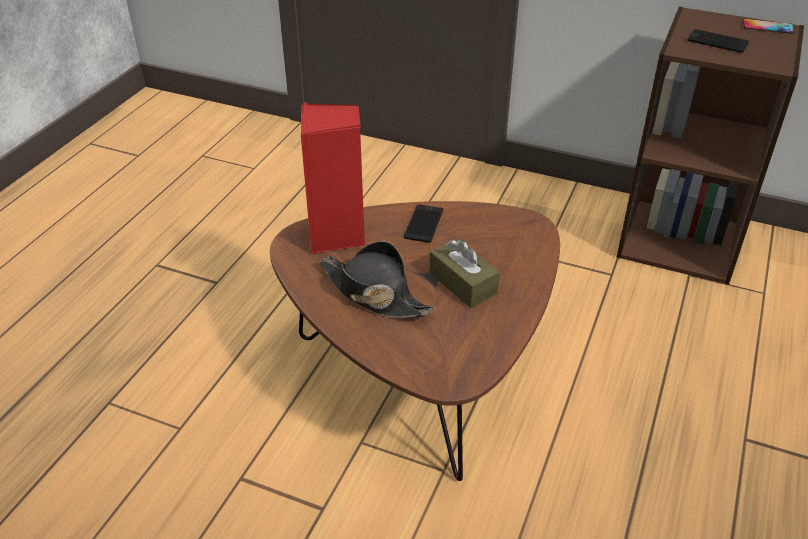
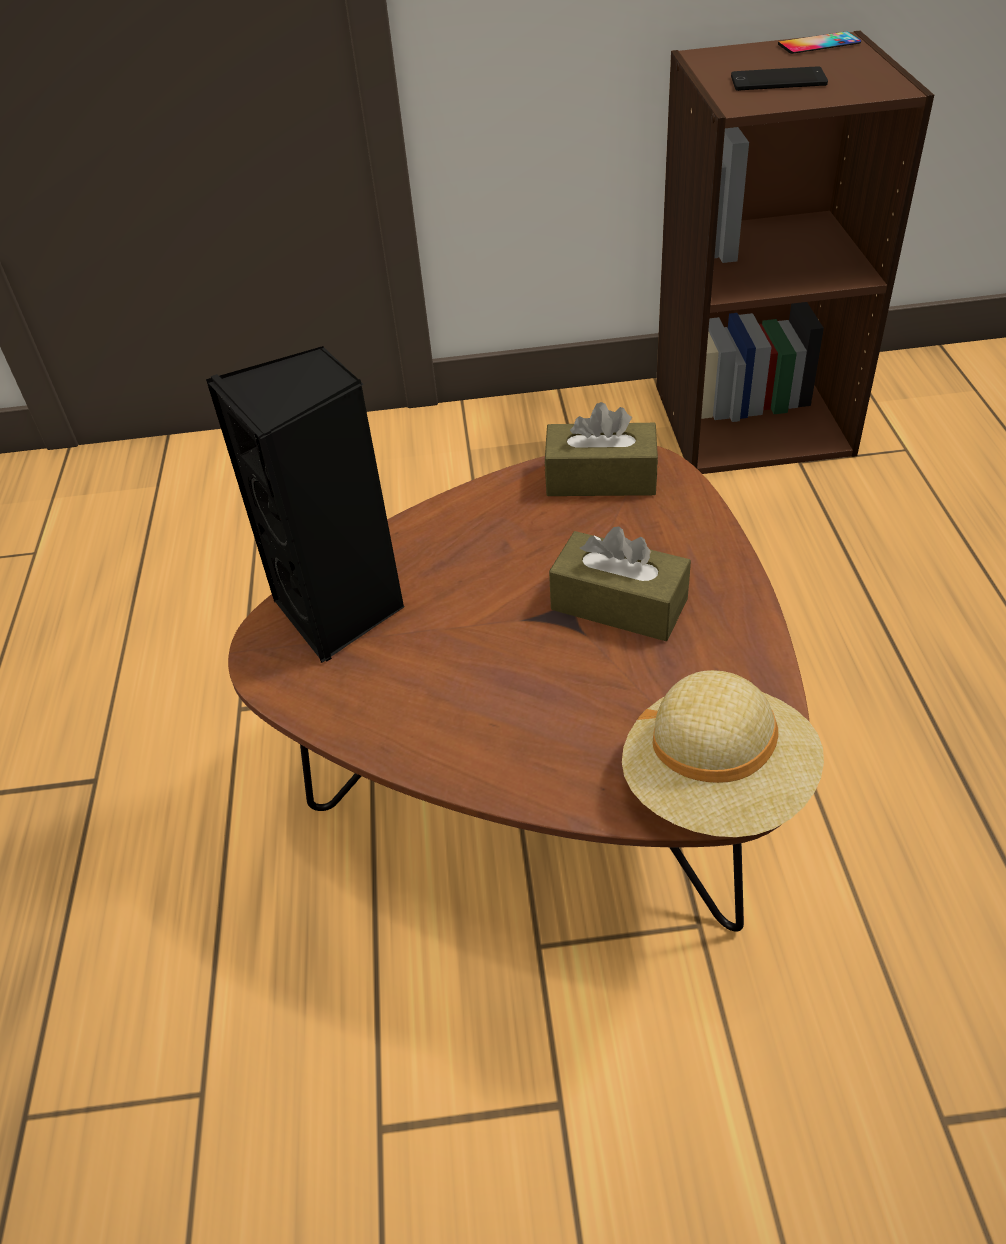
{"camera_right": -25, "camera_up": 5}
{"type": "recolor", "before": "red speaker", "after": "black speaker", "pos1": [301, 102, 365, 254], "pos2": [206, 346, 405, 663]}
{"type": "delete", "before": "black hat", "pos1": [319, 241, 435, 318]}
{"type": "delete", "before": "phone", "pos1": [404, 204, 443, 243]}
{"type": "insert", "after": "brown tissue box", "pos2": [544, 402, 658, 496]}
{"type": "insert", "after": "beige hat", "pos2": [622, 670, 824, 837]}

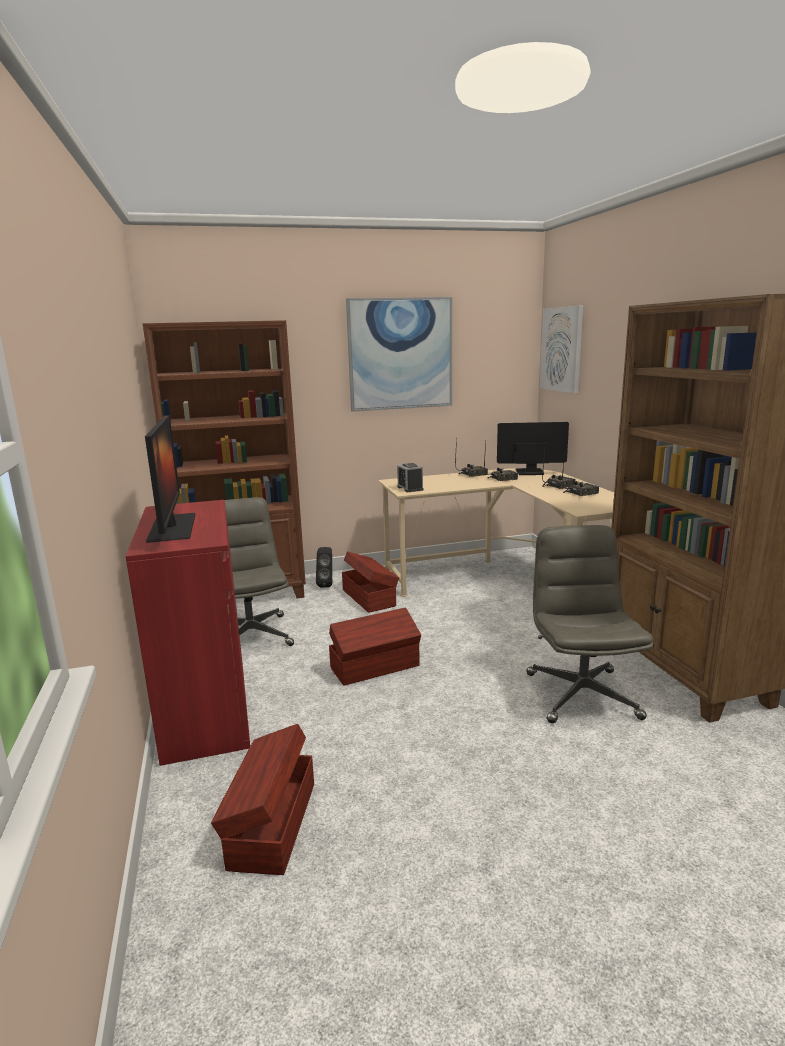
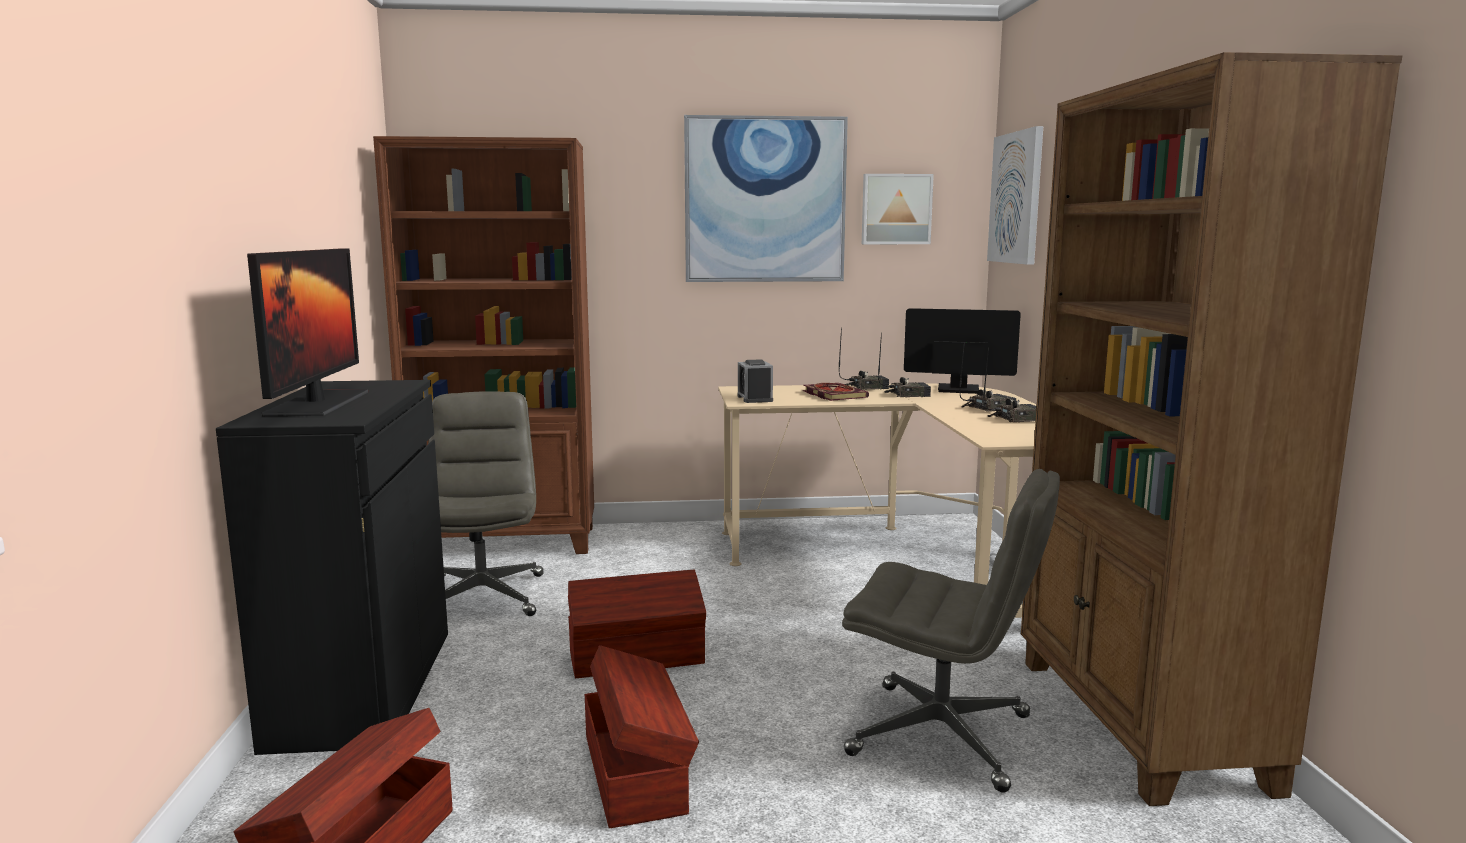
{"camera_right": 10, "camera_up": -5}
{"type": "recolor", "before": "red cabinet", "after": "black cabinet", "pos1": [126, 500, 250, 766], "pos2": [216, 380, 448, 755]}
{"type": "delete", "before": "black speaker", "pos1": [316, 547, 332, 588]}
{"type": "move", "before": "brown storage box", "pos1": [342, 551, 399, 613], "pos2": [584, 645, 699, 828]}
{"type": "rotate", "before": "grey office chair", "pos1": [527, 525, 654, 723], "pos2": [842, 469, 1060, 793], "turn": 105}
{"type": "insert", "after": "book", "pos2": [803, 383, 869, 401]}
{"type": "insert", "after": "picture", "pos2": [862, 174, 934, 244]}

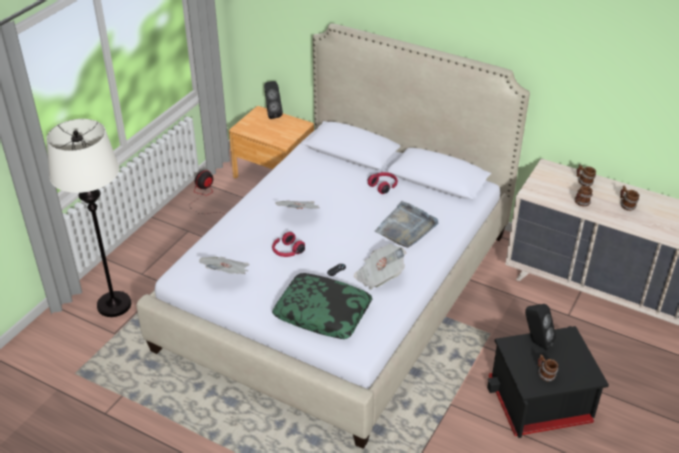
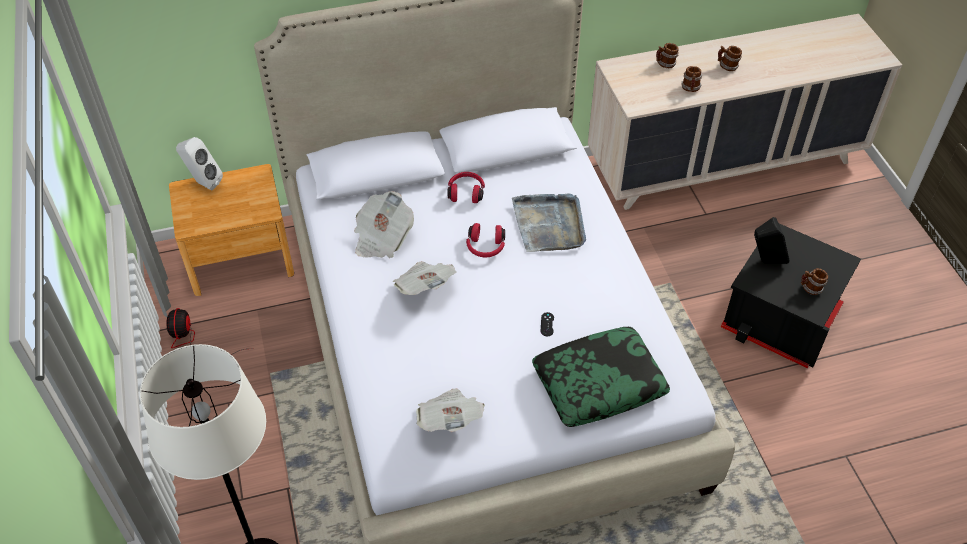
{"camera_right": -45, "camera_up": 10}
{"type": "recolor", "before": "black speaker", "after": "white speaker", "pos1": [264, 81, 283, 119], "pos2": [176, 137, 223, 191]}
{"type": "move", "before": "red headphones", "pos1": [272, 232, 305, 257], "pos2": [466, 223, 505, 257]}
{"type": "move", "before": "newspaper", "pos1": [354, 244, 406, 290], "pos2": [354, 191, 414, 258]}

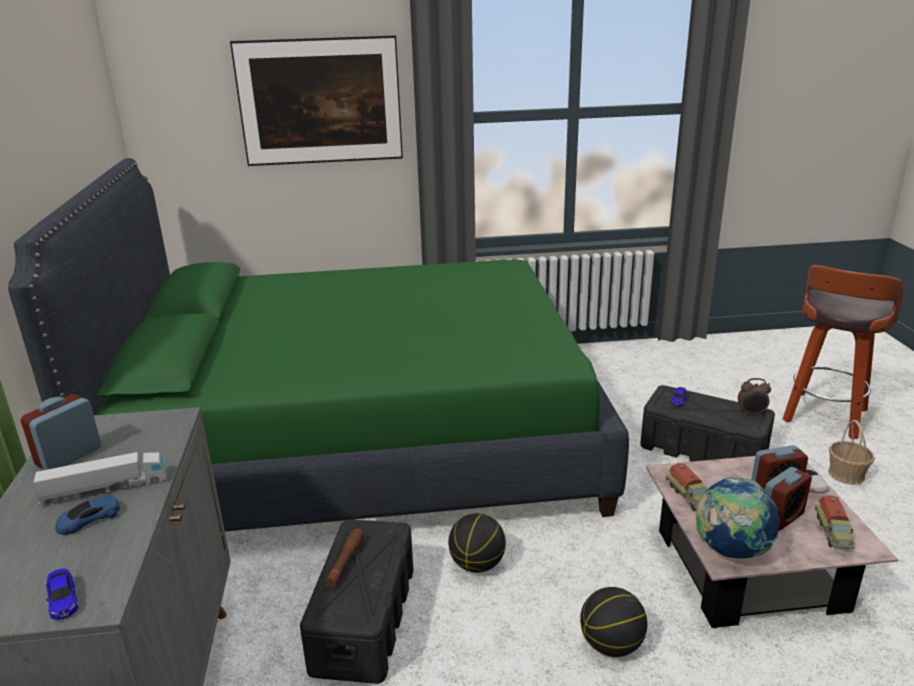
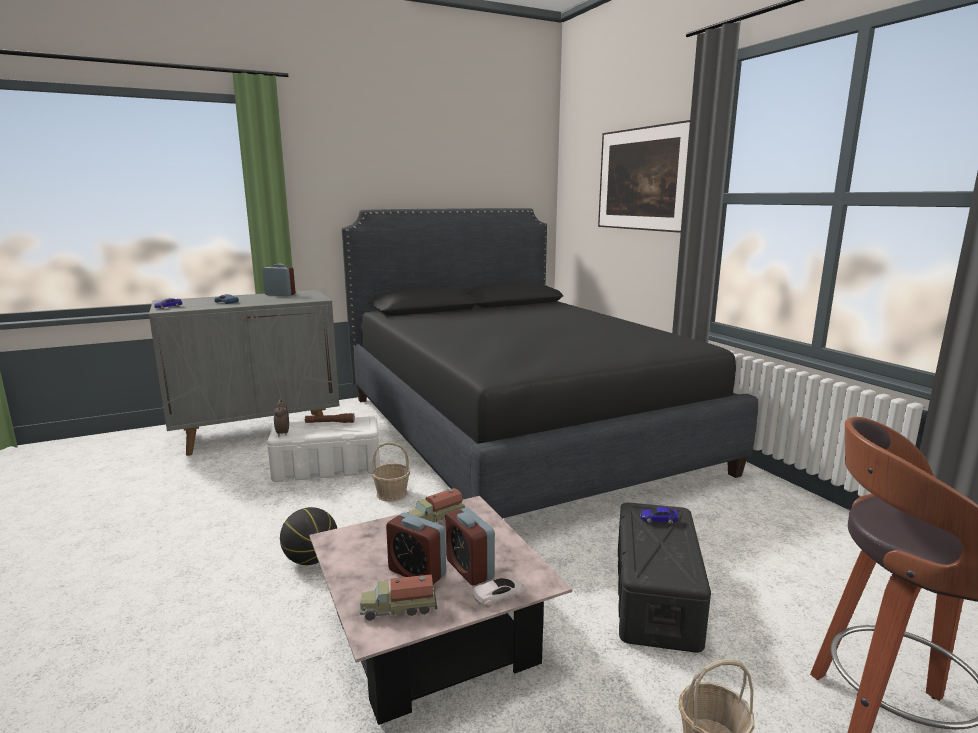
{"camera_right": 70, "camera_up": -10}
{"type": "recolor", "before": "green bed", "after": "black bed", "pos1": [8, 158, 629, 532], "pos2": [342, 208, 758, 519]}
{"type": "delete", "before": "toy truck", "pos1": [33, 452, 166, 504]}
{"type": "recolor", "before": "black storage box", "after": "white storage box", "pos1": [300, 519, 414, 684], "pos2": [267, 416, 380, 482]}
{"type": "replace", "before": "basketball", "after": "basket", "pos1": [448, 513, 506, 573], "pos2": [372, 442, 410, 502]}
{"type": "delete", "before": "globe", "pos1": [696, 477, 780, 558]}
{"type": "move", "before": "alarm clock", "pos1": [738, 378, 771, 416], "pos2": [274, 399, 289, 437]}

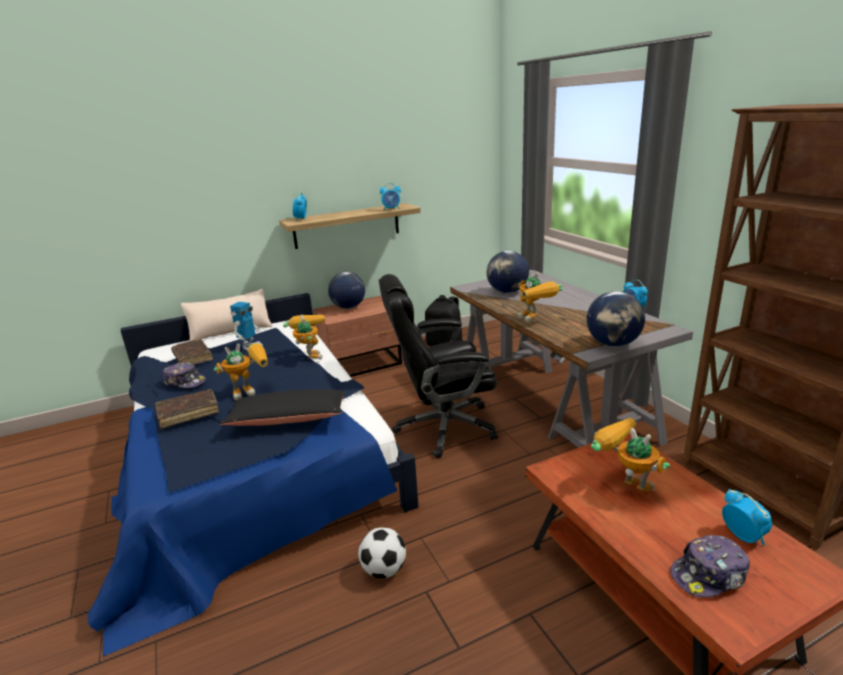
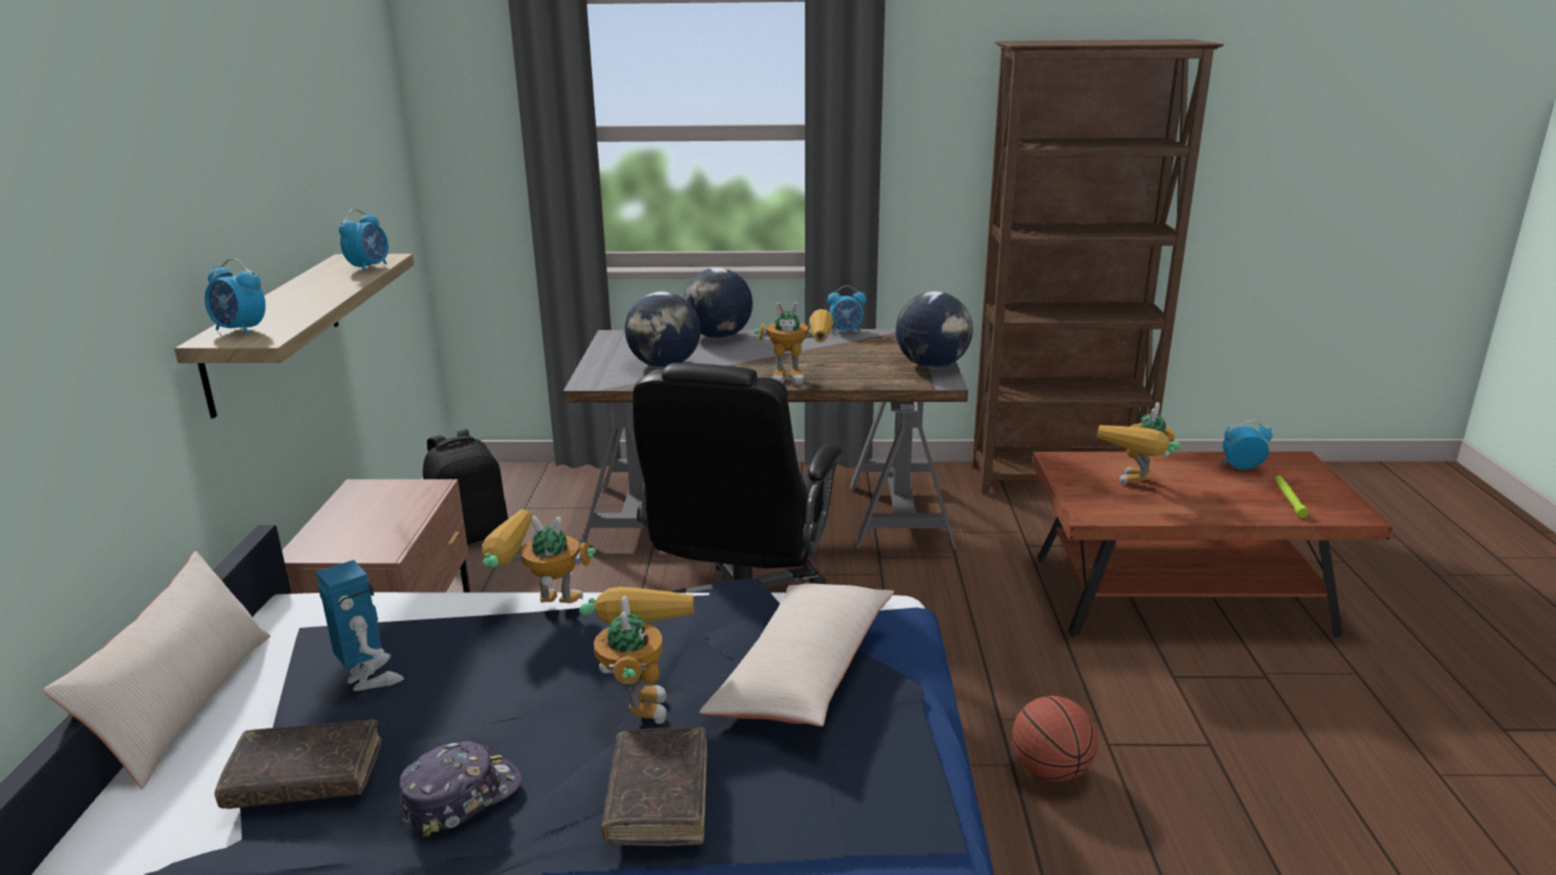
{"camera_right": -65, "camera_up": 0}
{"type": "recolor", "before": "black pillow", "after": "beige pillow", "pos1": [220, 389, 345, 426], "pos2": [699, 583, 894, 727]}
{"type": "move", "before": "globe", "pos1": [328, 272, 365, 309], "pos2": [683, 268, 753, 339]}
{"type": "replace", "before": "football", "after": "basketball", "pos1": [358, 528, 406, 578], "pos2": [1012, 696, 1098, 782]}
{"type": "rotate", "before": "toy robot", "pos1": [591, 418, 670, 492], "pos2": [1097, 402, 1181, 485], "turn": -45}
{"type": "replace", "before": "cap", "after": "green flashlight", "pos1": [670, 535, 750, 597], "pos2": [1275, 476, 1309, 518]}

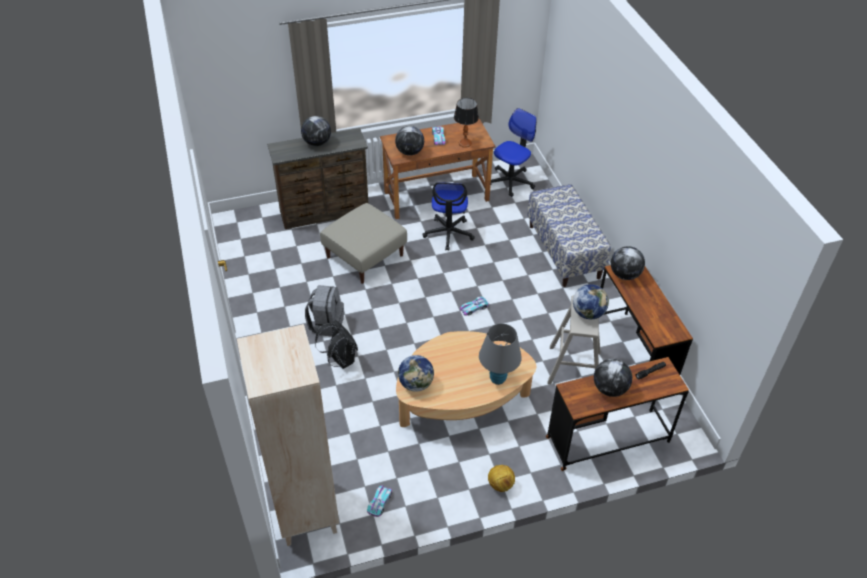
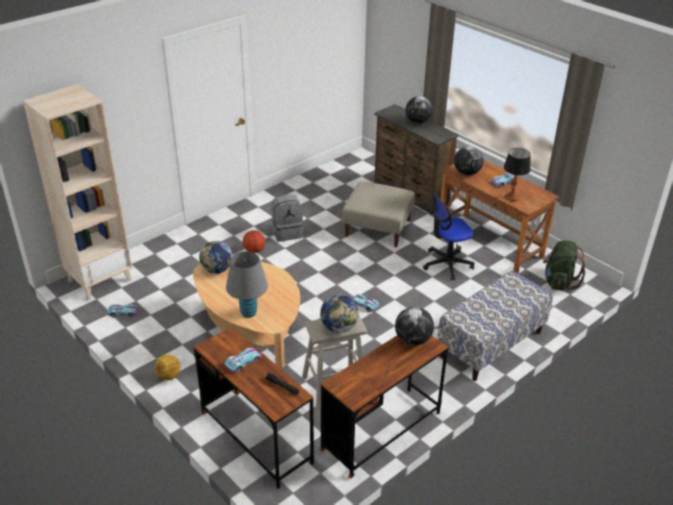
{"camera_right": 65, "camera_up": -10}
{"type": "replace", "before": "black backpack", "after": "basketball", "pos1": [315, 320, 358, 369], "pos2": [243, 230, 265, 253]}
{"type": "replace", "before": "office chair", "after": "green backpack", "pos1": [491, 108, 537, 197], "pos2": [543, 241, 586, 291]}
{"type": "replace", "before": "globe", "after": "toy car", "pos1": [594, 359, 632, 397], "pos2": [225, 348, 262, 373]}

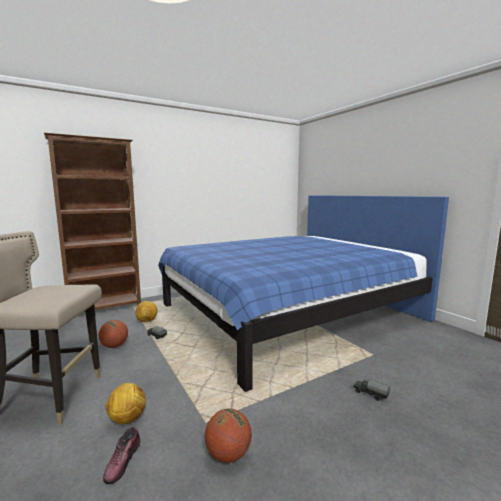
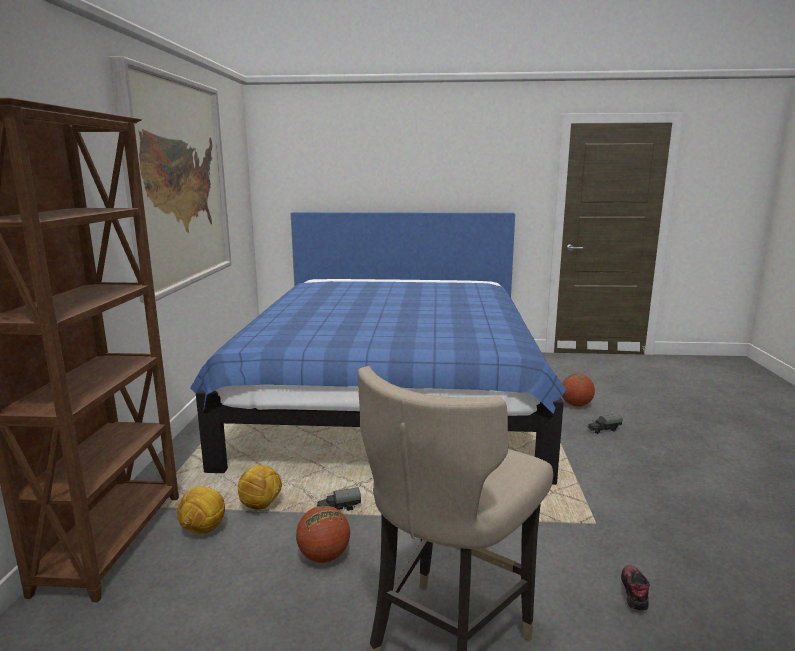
{"camera_right": -55, "camera_up": 5}
{"type": "rotate", "before": "shoe", "pos1": [103, 427, 141, 484], "pos2": [621, 565, 650, 611], "turn": -120}
{"type": "move", "before": "football", "pos1": [105, 383, 146, 424], "pos2": [177, 486, 225, 534]}
{"type": "move", "before": "basketball", "pos1": [205, 408, 251, 463], "pos2": [562, 374, 595, 407]}
{"type": "insert", "after": "picture", "pos2": [109, 56, 231, 303]}

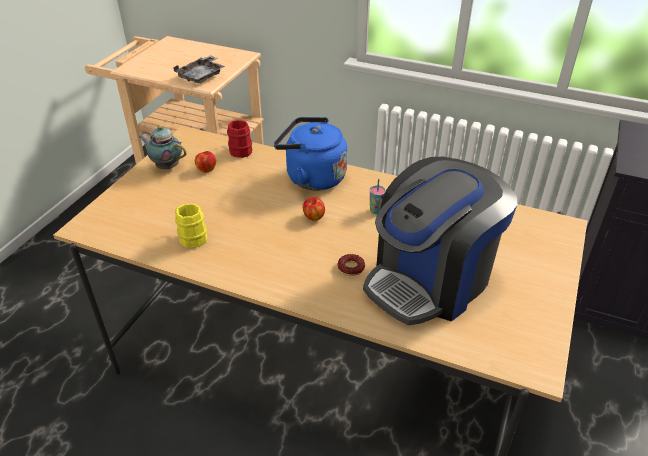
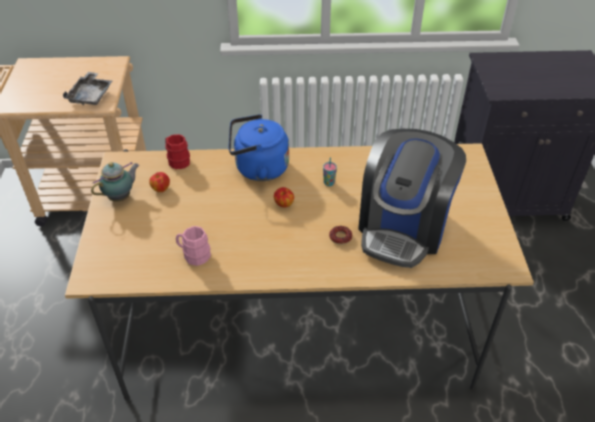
{"camera_right": -25, "camera_up": 5}
{"type": "rotate", "before": "teapot", "pos1": [139, 125, 186, 169], "pos2": [91, 162, 139, 202], "turn": 135}
{"type": "recolor", "before": "yellow mug", "after": "pink mug", "pos1": [175, 204, 207, 248], "pos2": [176, 226, 211, 266]}

